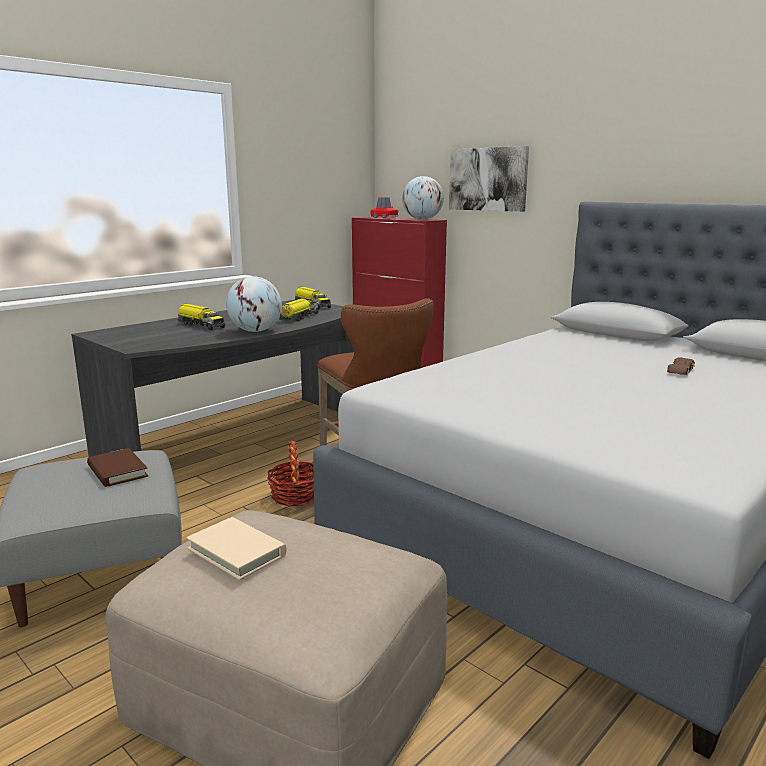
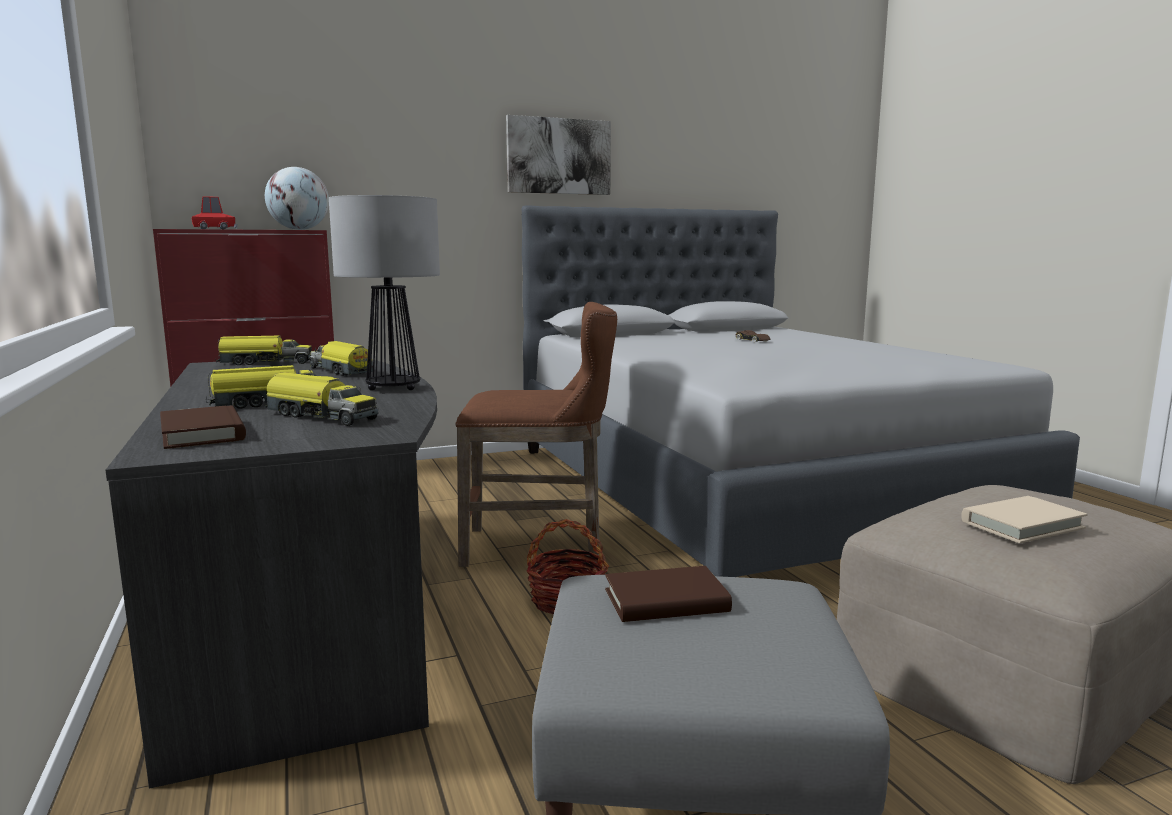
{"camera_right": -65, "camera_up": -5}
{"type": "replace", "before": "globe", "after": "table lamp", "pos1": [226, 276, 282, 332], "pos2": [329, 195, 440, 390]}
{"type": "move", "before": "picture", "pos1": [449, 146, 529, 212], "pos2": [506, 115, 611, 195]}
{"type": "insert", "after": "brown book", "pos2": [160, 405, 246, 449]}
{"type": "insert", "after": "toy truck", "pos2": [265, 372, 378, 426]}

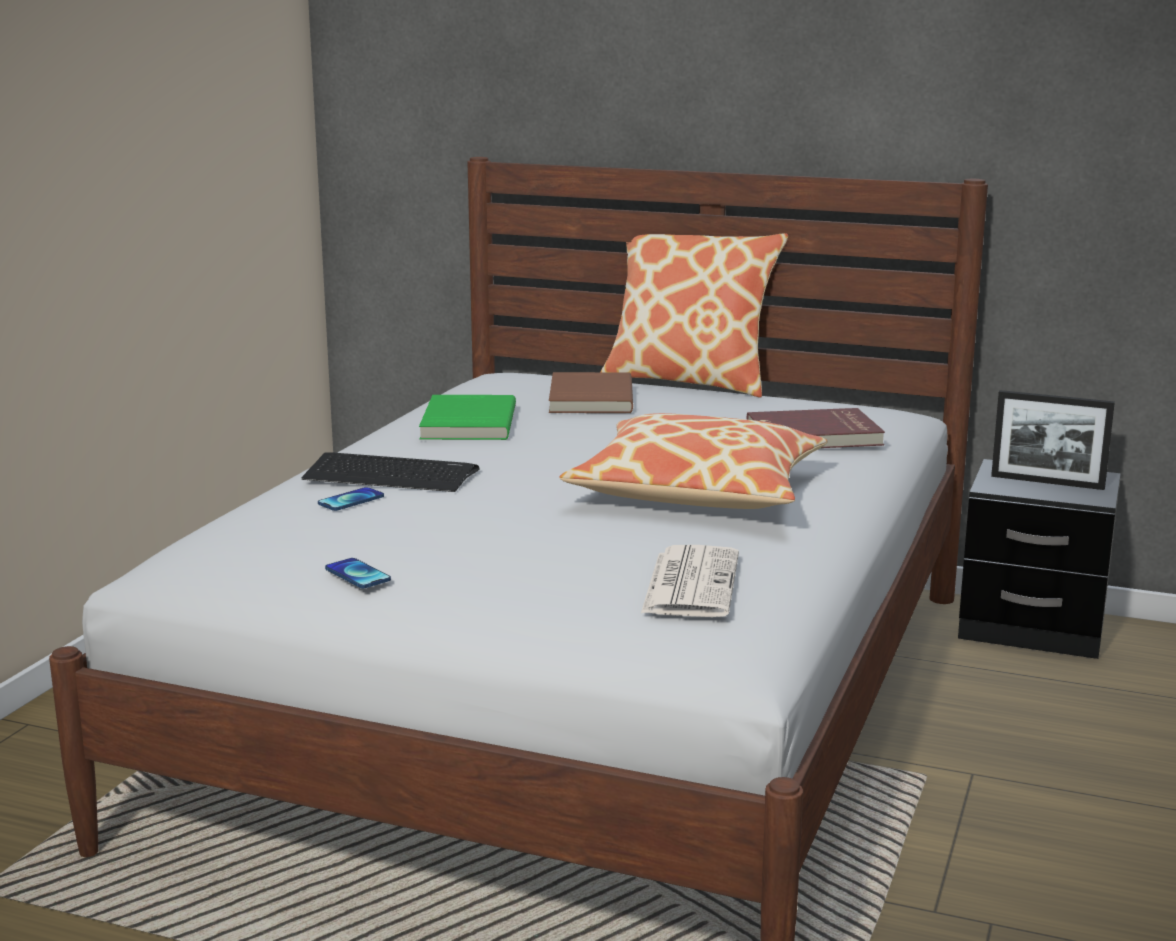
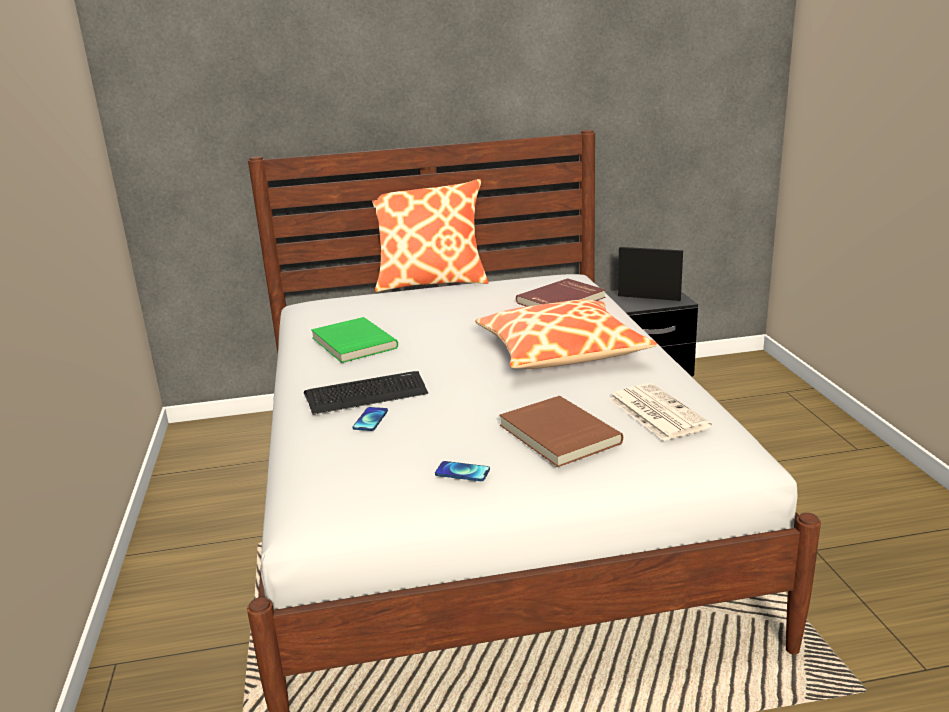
{"camera_right": -30, "camera_up": 5}
{"type": "move", "before": "brown book", "pos1": [549, 372, 633, 413], "pos2": [499, 396, 623, 467]}
{"type": "rotate", "before": "picture frame", "pos1": [991, 390, 1115, 490], "pos2": [618, 247, 683, 301], "turn": -150}

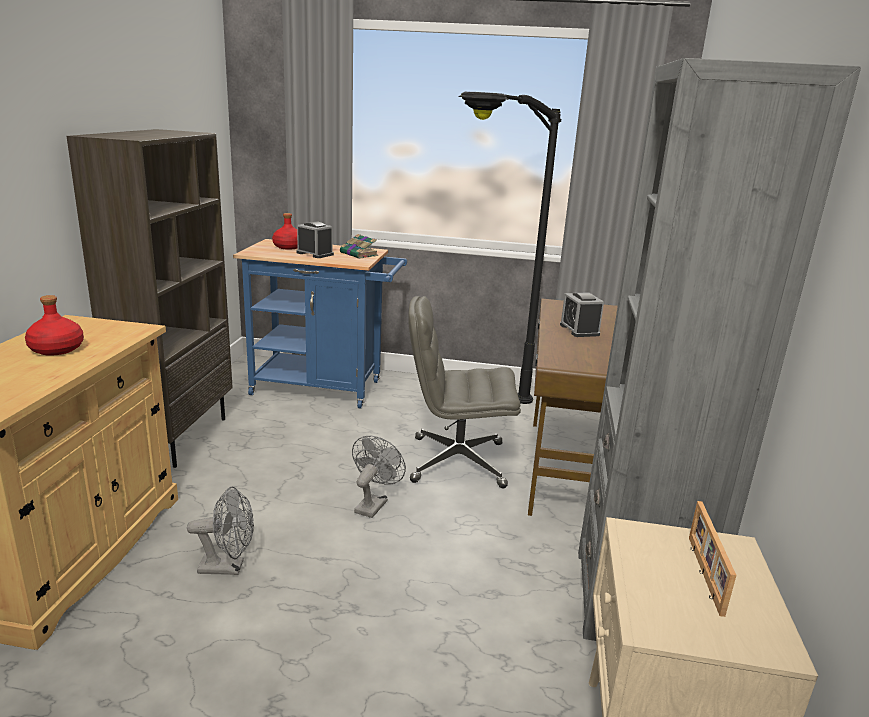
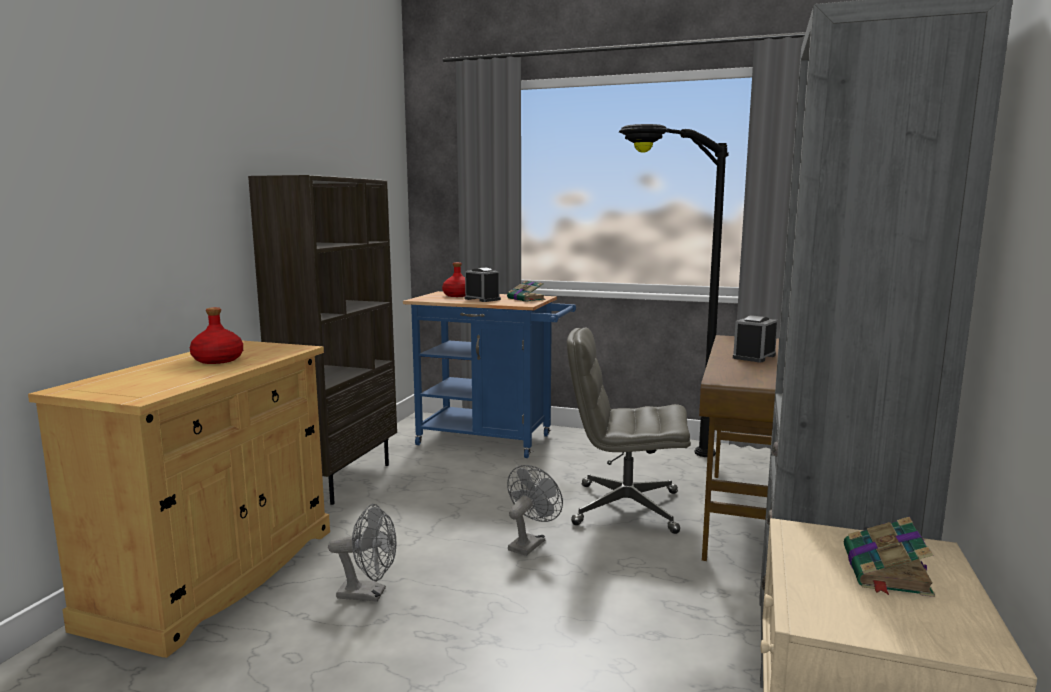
{"camera_right": 10, "camera_up": -10}
{"type": "rotate", "before": "alarm clock", "pos1": [560, 293, 604, 337], "pos2": [733, 315, 778, 362], "turn": 45}
{"type": "replace", "before": "picture frame", "after": "book", "pos1": [689, 501, 736, 617], "pos2": [844, 517, 935, 597]}

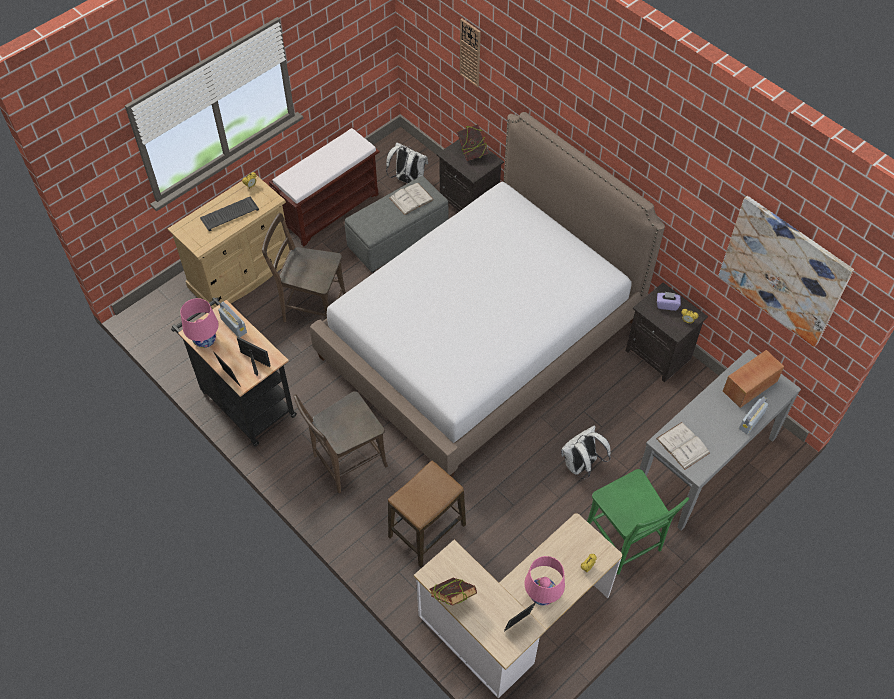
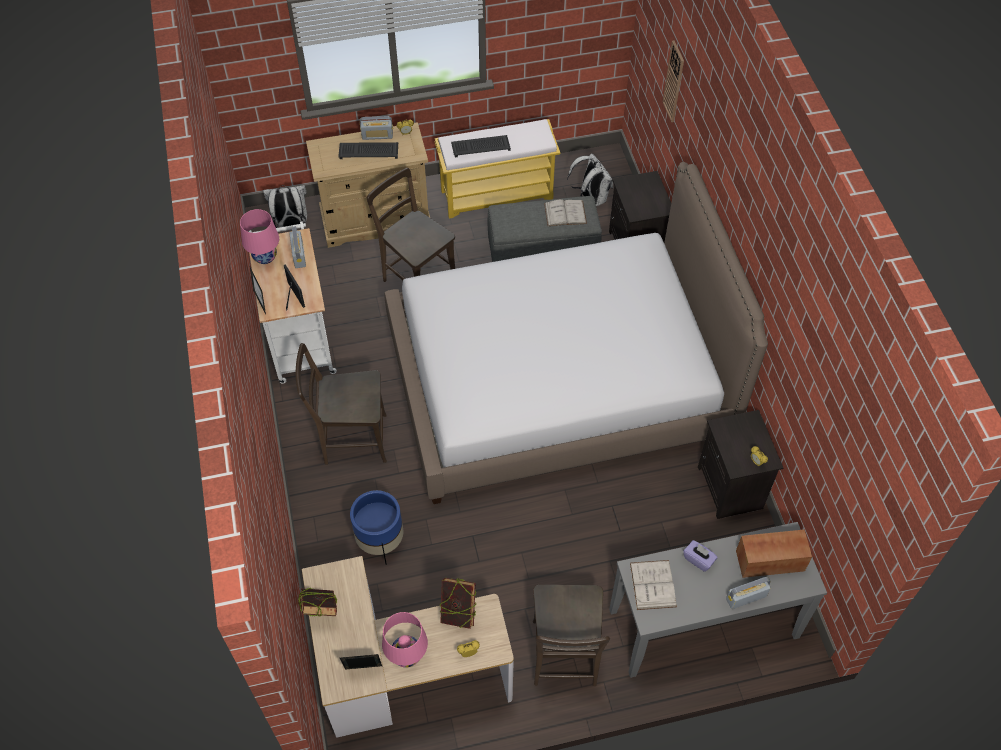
{"camera_right": 30, "camera_up": 0}
{"type": "recolor", "before": "black cart", "after": "white cart", "pos1": [171, 297, 297, 447], "pos2": [249, 221, 337, 384]}
{"type": "recolor", "before": "brown bench", "after": "yellow bench", "pos1": [269, 127, 380, 247], "pos2": [435, 119, 560, 219]}
{"type": "replace", "before": "stool", "after": "blue planter", "pos1": [388, 461, 466, 567], "pos2": [350, 490, 403, 565]}
{"type": "move", "before": "book", "pos1": [457, 124, 488, 161], "pos2": [439, 578, 476, 629]}
{"type": "move", "before": "white backpack", "pos1": [561, 425, 611, 479], "pos2": [263, 185, 307, 228]}
{"type": "recolor", "before": "green chair", "after": "brown chair", "pos1": [587, 469, 689, 574], "pos2": [533, 585, 610, 686]}
{"type": "move", "before": "purple tissue box", "pos1": [657, 291, 681, 311], "pos2": [683, 540, 718, 572]}
{"type": "delete", "before": "picture", "pos1": [718, 196, 854, 347]}
{"type": "insert", "after": "radio", "pos2": [360, 116, 393, 140]}
{"type": "insert", "after": "keyboard", "pos2": [451, 135, 511, 158]}

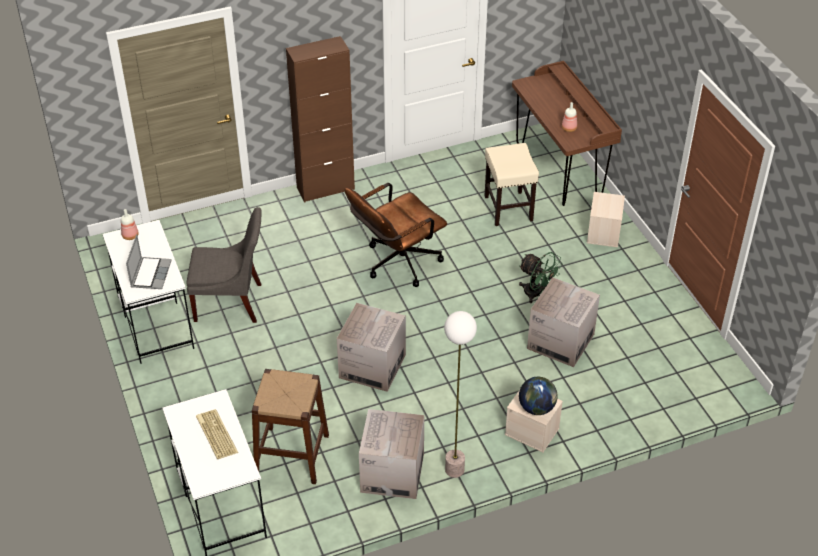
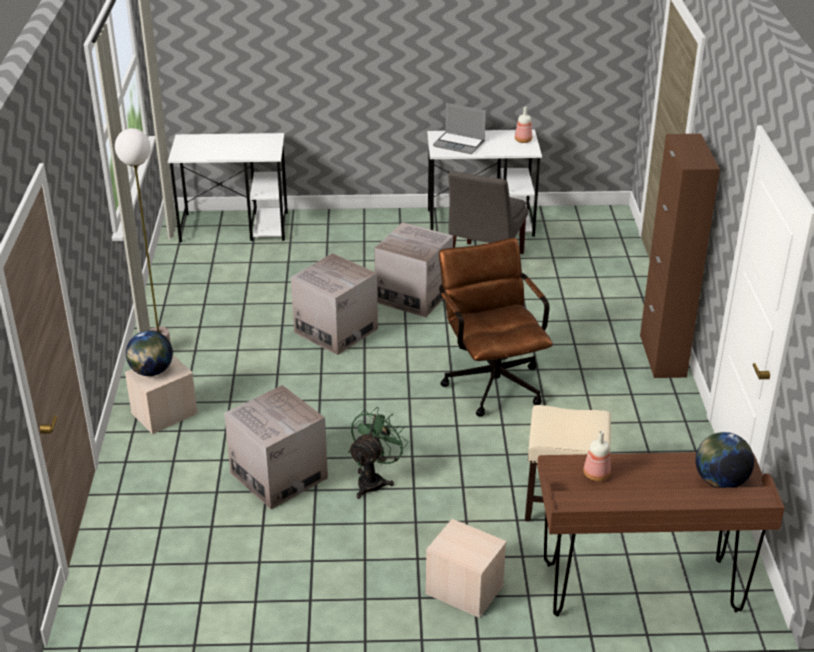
{"camera_right": 110, "camera_up": -10}
{"type": "delete", "before": "keyboard", "pos1": [196, 409, 238, 459]}
{"type": "delete", "before": "brown stool", "pos1": [252, 369, 329, 484]}
{"type": "move", "before": "cardboard box", "pos1": [359, 409, 424, 499], "pos2": [374, 222, 453, 317]}
{"type": "rotate", "before": "green fan", "pos1": [519, 252, 562, 303], "pos2": [348, 407, 409, 499], "turn": 150}
{"type": "insert", "after": "globe", "pos2": [695, 432, 754, 488]}

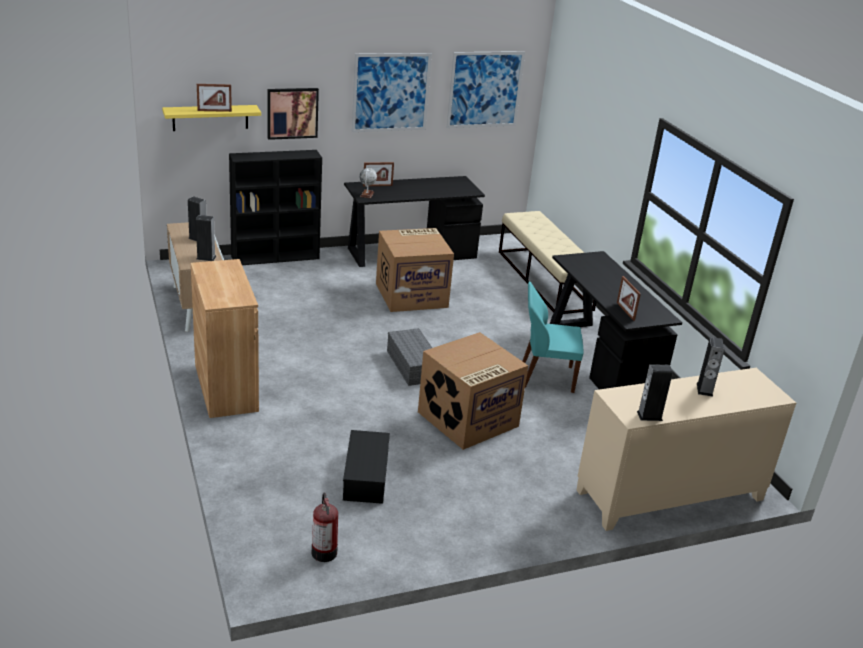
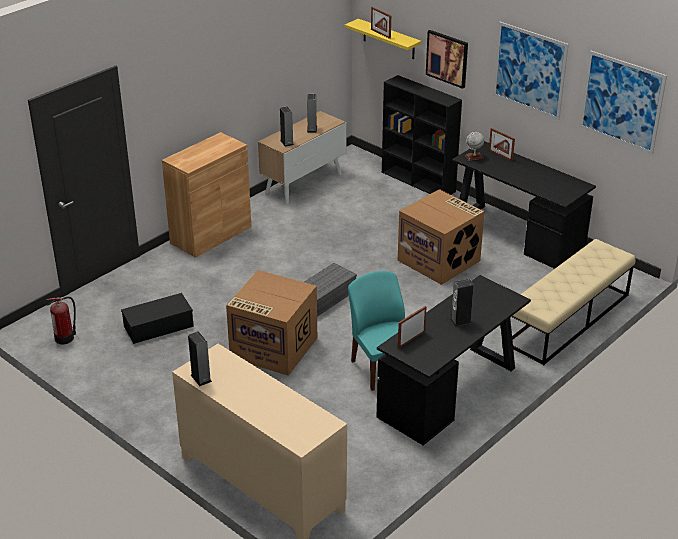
{"camera_right": 65, "camera_up": 5}
{"type": "move", "before": "speaker", "pos1": [697, 337, 724, 397], "pos2": [450, 279, 474, 327]}

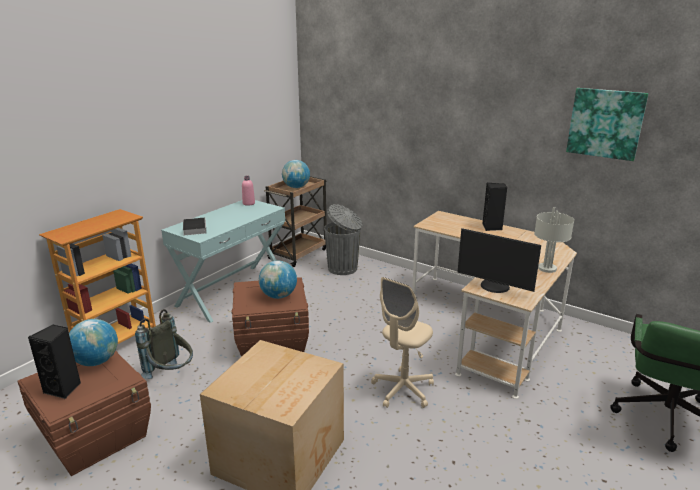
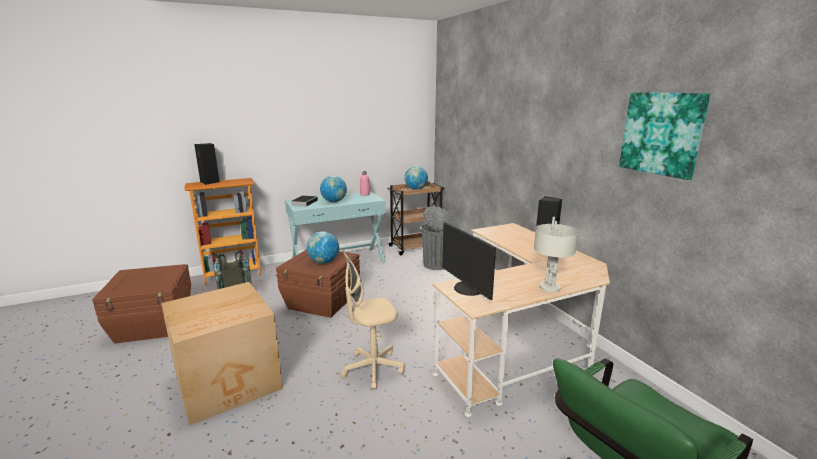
{"camera_right": 30, "camera_up": -5}
{"type": "move", "before": "black speaker", "pos1": [28, 325, 81, 400], "pos2": [194, 143, 220, 185]}
{"type": "move", "before": "globe", "pos1": [69, 319, 118, 366], "pos2": [320, 176, 347, 202]}

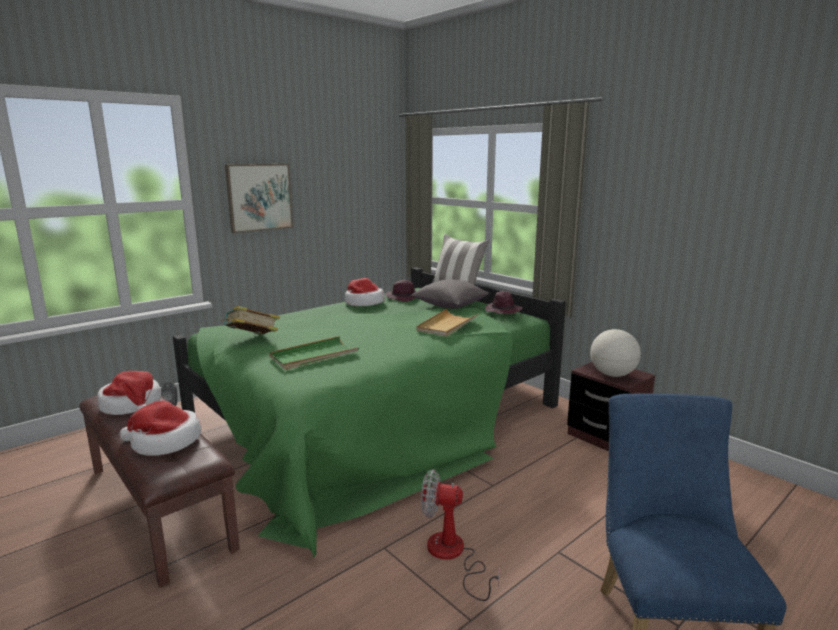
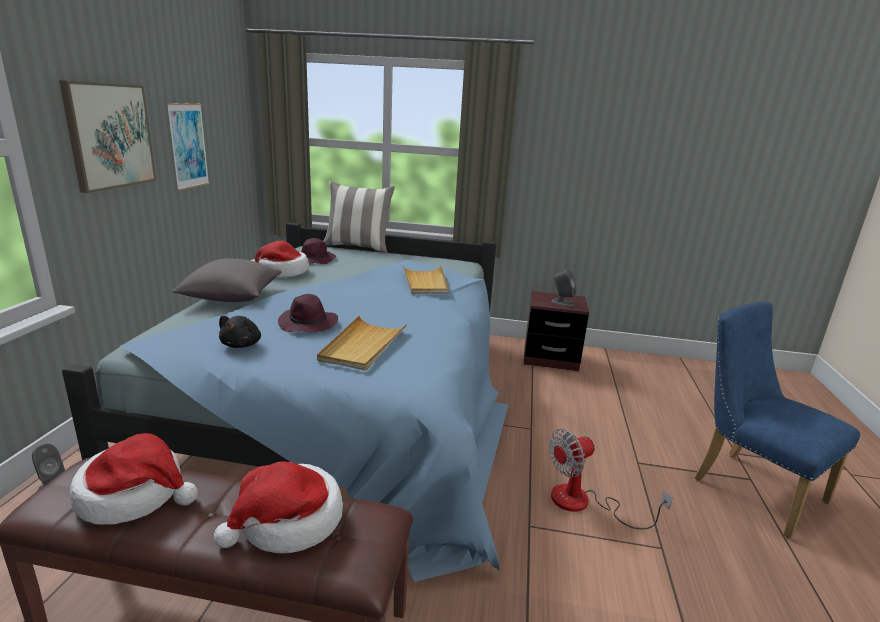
{"camera_right": -40, "camera_up": 5}
{"type": "recolor", "before": "green bed", "after": "blue bed", "pos1": [173, 267, 566, 557], "pos2": [62, 223, 509, 582]}
{"type": "replace", "before": "book", "after": "black plush toy", "pos1": [221, 306, 280, 334], "pos2": [219, 316, 261, 348]}
{"type": "recolor", "before": "green tray", "after": "beige tray", "pos1": [269, 336, 359, 370], "pos2": [317, 316, 407, 371]}
{"type": "move", "before": "grey pillow", "pos1": [411, 279, 489, 309], "pos2": [172, 258, 281, 302]}
{"type": "move", "before": "purple hat", "pos1": [485, 291, 523, 314], "pos2": [278, 294, 338, 332]}
{"type": "replace", "before": "globe", "after": "grey speaker", "pos1": [590, 329, 641, 377], "pos2": [551, 269, 577, 307]}
{"type": "insert", "after": "picture", "pos2": [166, 103, 210, 191]}

